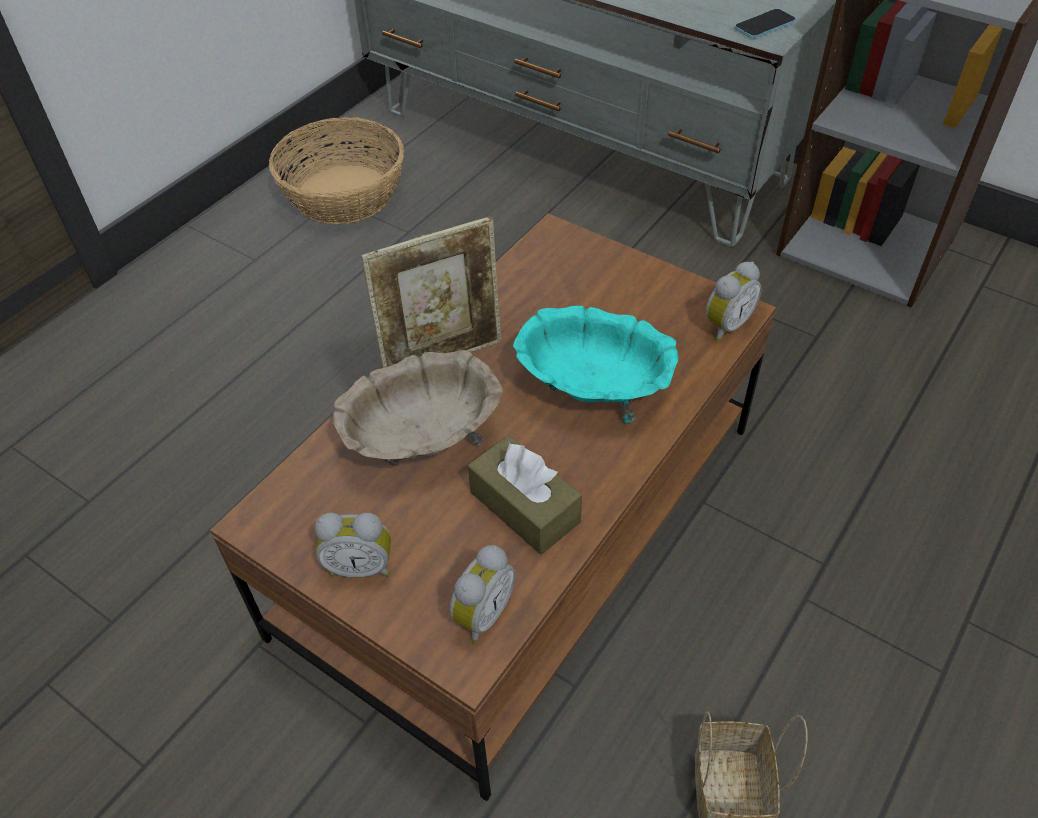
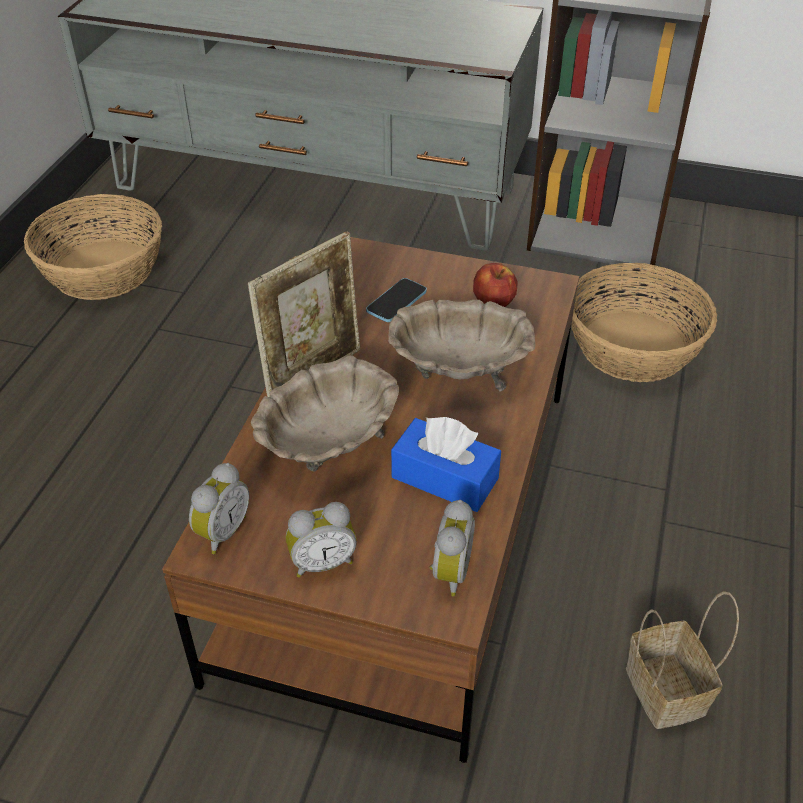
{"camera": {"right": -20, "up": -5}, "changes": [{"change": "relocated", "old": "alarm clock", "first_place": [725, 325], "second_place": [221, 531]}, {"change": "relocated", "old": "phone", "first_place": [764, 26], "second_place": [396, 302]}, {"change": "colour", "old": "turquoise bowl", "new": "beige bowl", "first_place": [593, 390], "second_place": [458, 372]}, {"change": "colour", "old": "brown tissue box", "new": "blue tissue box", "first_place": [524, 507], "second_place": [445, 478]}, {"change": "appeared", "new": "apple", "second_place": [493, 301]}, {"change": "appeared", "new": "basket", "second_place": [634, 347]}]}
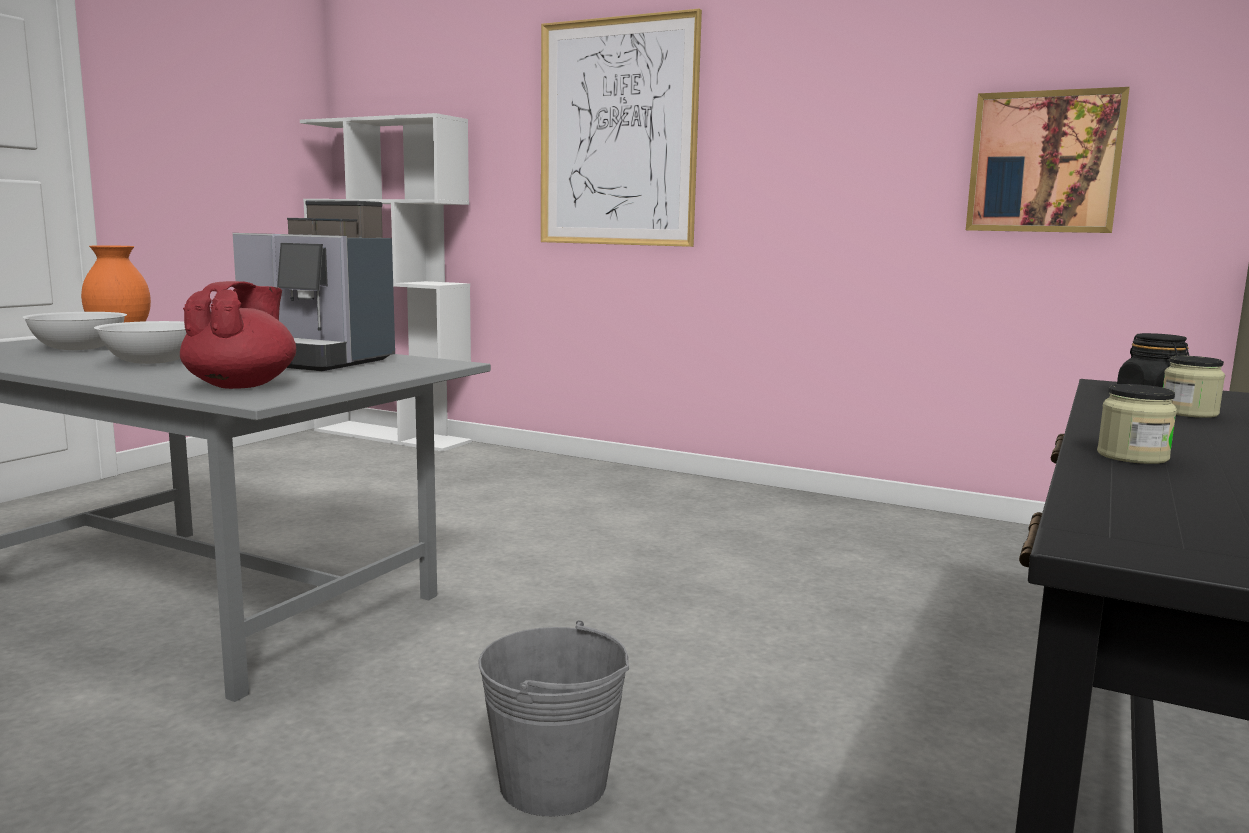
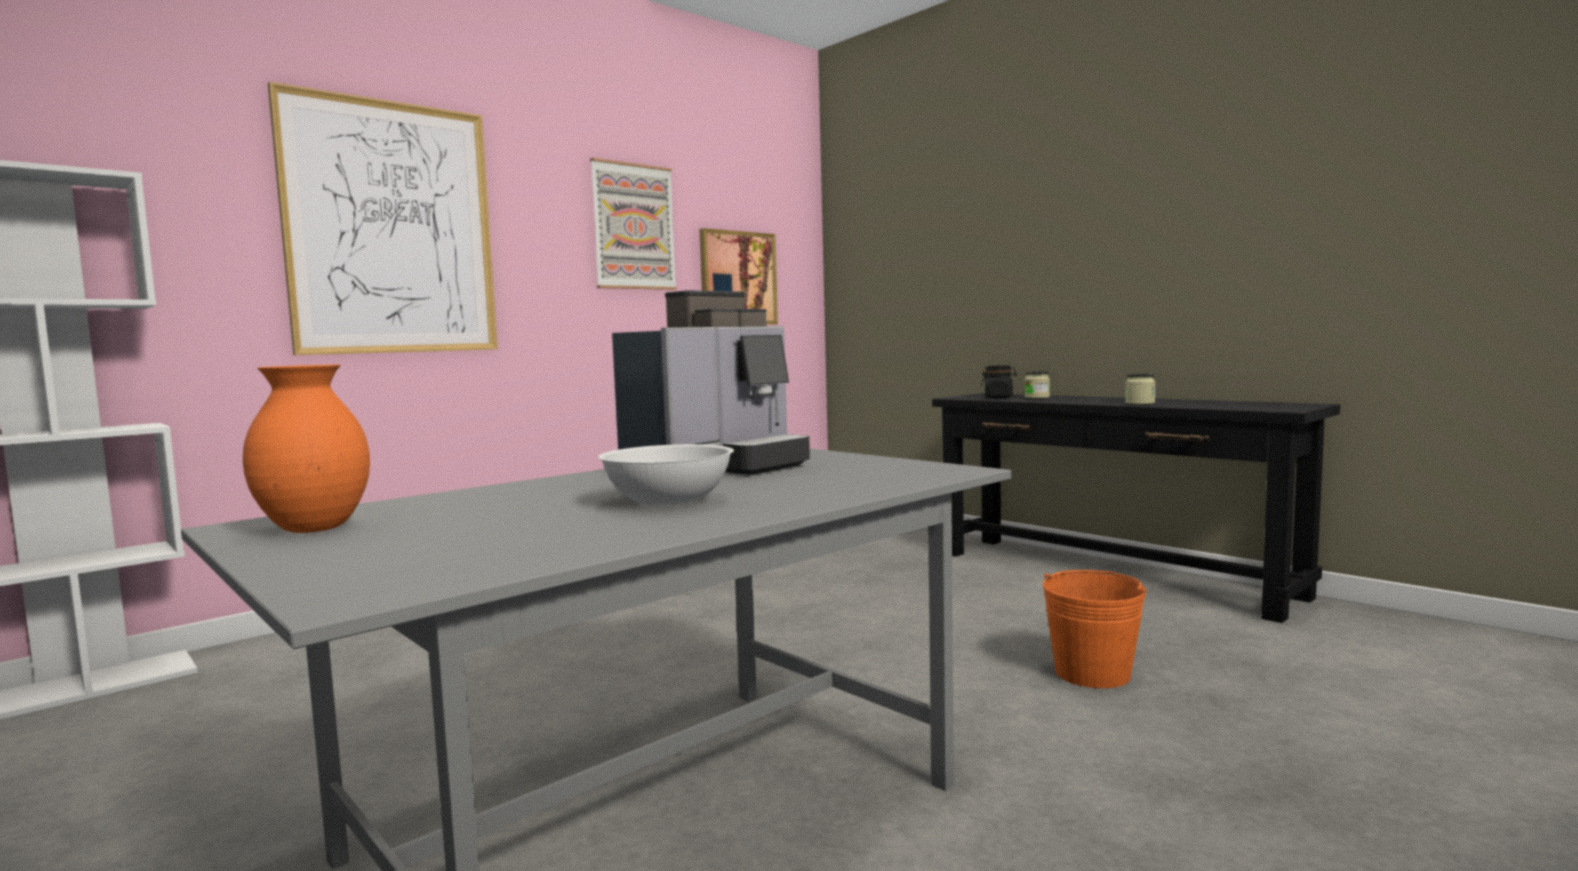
{"camera": {"right": -70, "up": -5}, "changes": [{"change": "appeared", "new": "picture", "second_place": [633, 227]}, {"change": "colour", "old": "grey bucket", "new": "orange bucket", "first_place": [553, 783], "second_place": [1092, 673]}, {"change": "missing", "old": "white bowl", "first_place": [78, 348]}, {"change": "missing", "old": "red teapot", "first_place": [242, 385]}]}
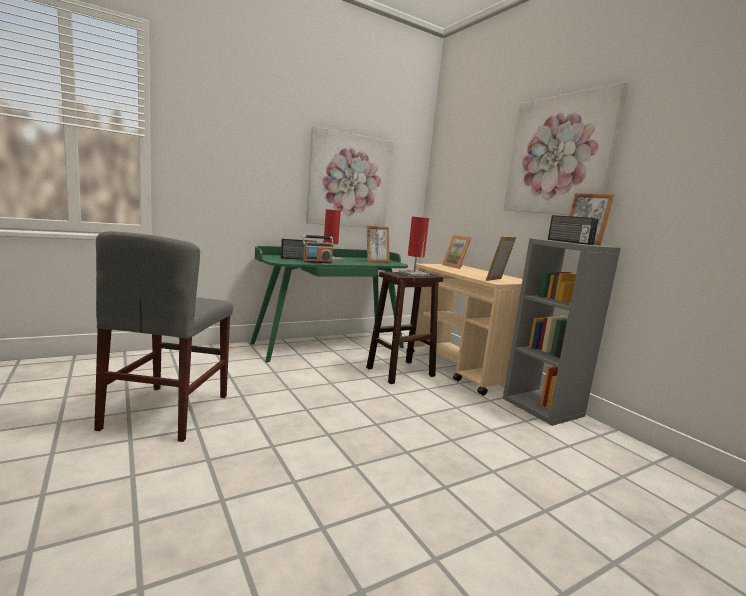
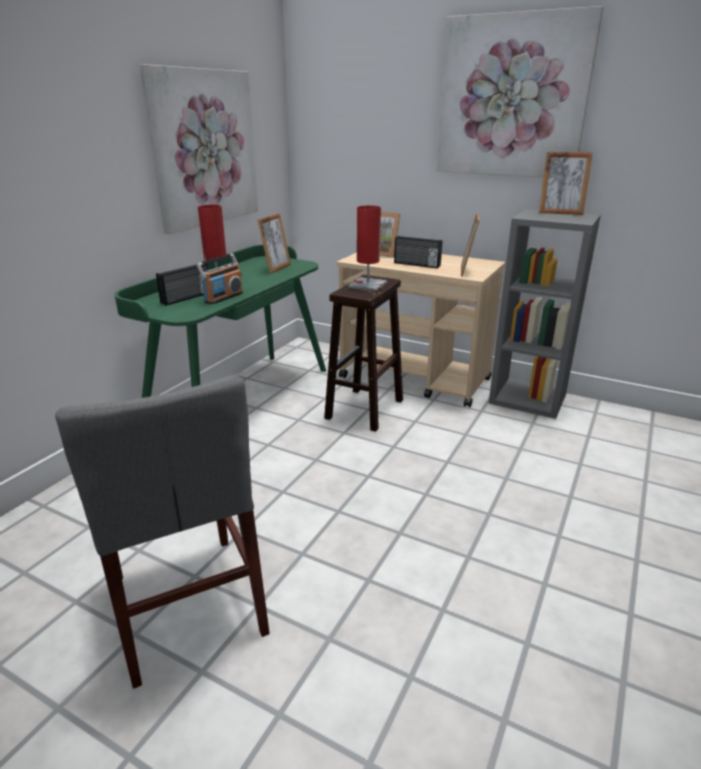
{"camera": {"right": -30, "up": 15}, "changes": [{"change": "relocated", "old": "radio", "first_place": [569, 242], "second_place": [416, 264]}]}
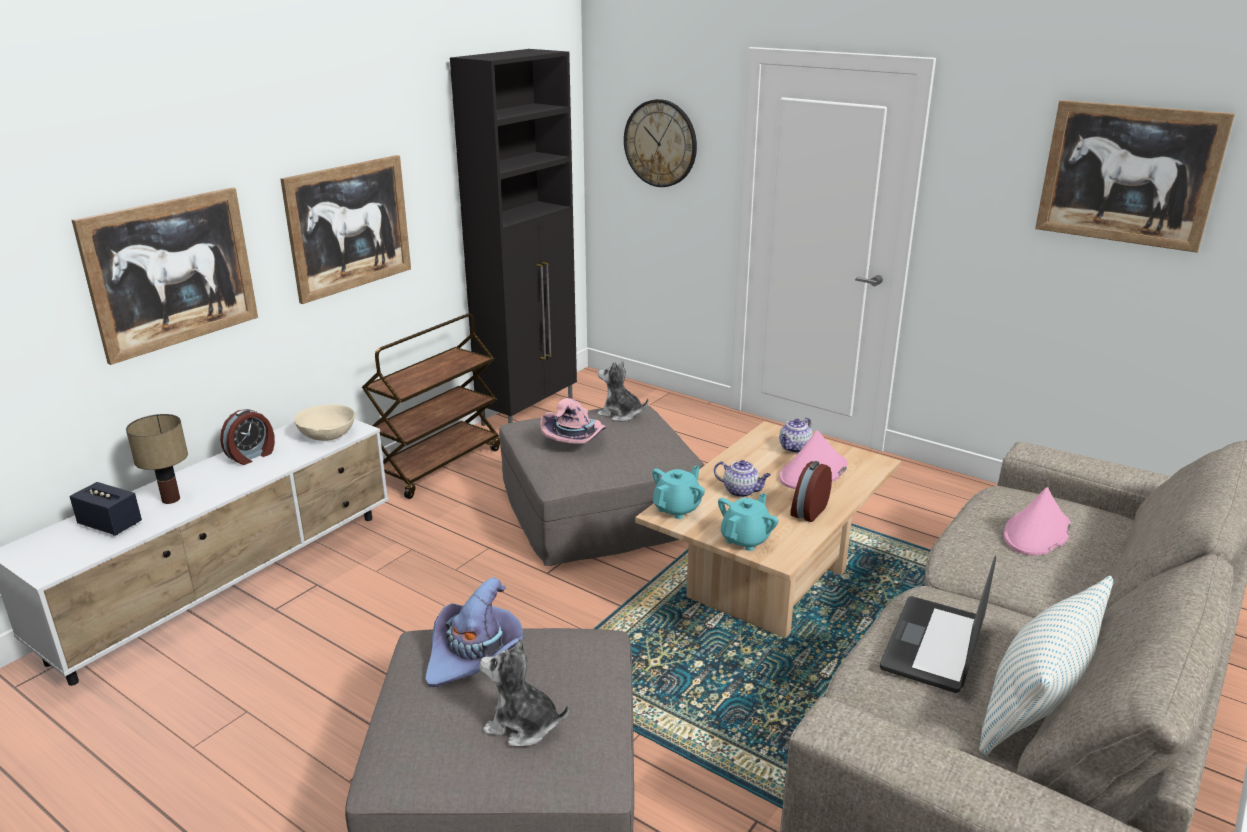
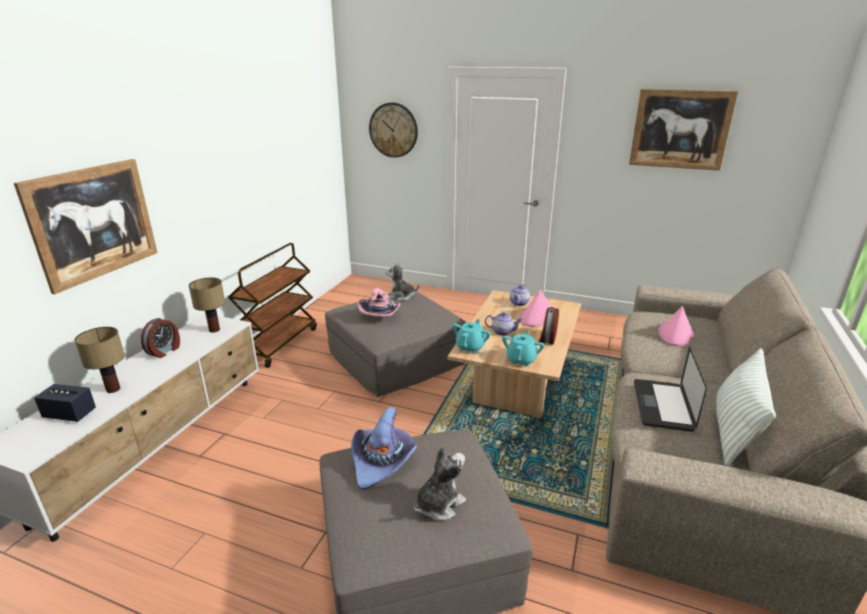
{"camera": {"right": -15, "up": 0}, "changes": [{"change": "exchanged", "old": "beige bowl", "new": "table lamp", "first_place": [327, 433], "second_place": [215, 329]}, {"change": "spun", "old": "plush toy", "first_place": [522, 725], "second_place": [439, 504], "degrees": 135}, {"change": "missing", "old": "picture", "first_place": [349, 227]}, {"change": "missing", "old": "black cabinet", "first_place": [529, 413]}]}
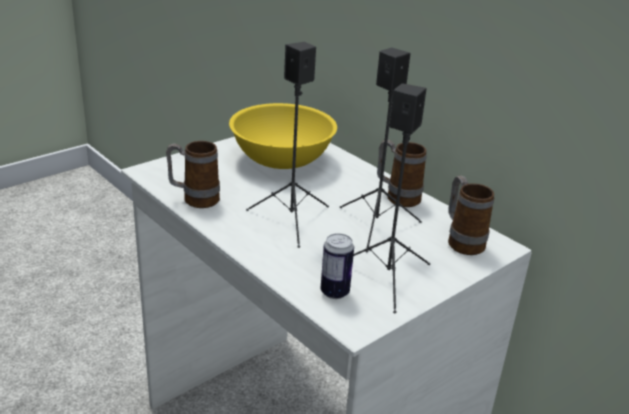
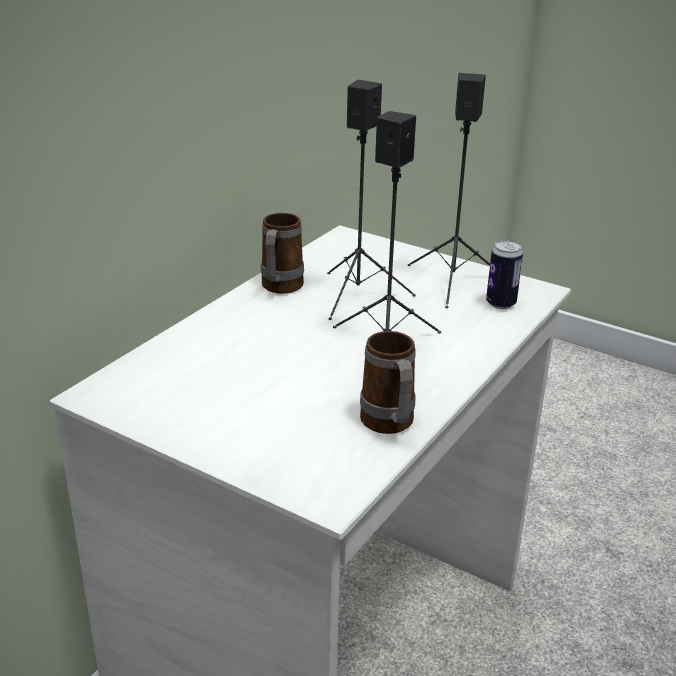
{"camera": {"right": -105, "up": 0}, "changes": [{"change": "missing", "old": "yellow bowl", "first_place": [282, 159]}, {"change": "missing", "old": "mug", "first_place": [462, 241]}]}
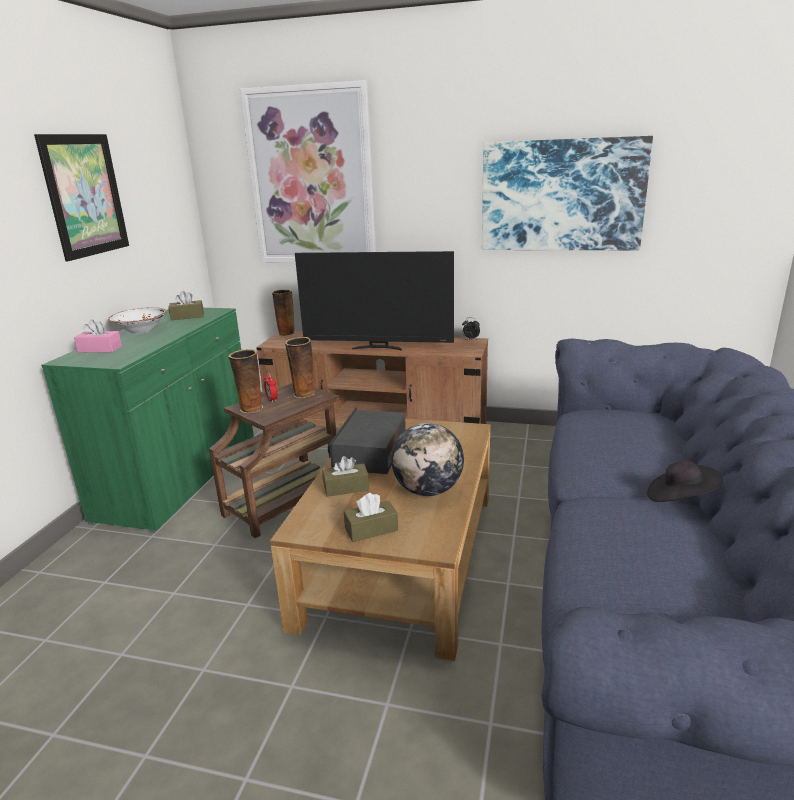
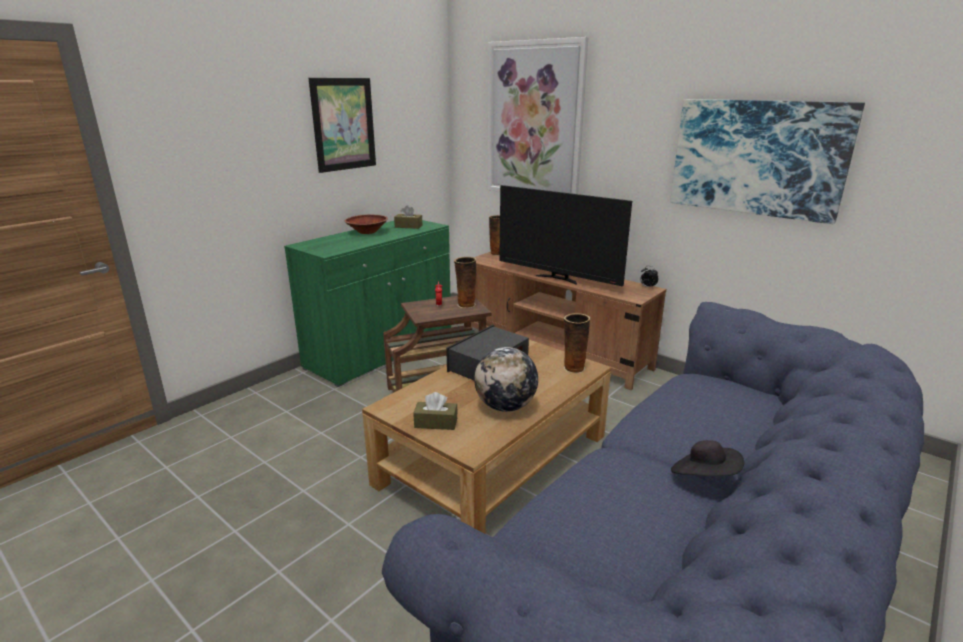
{"camera": {"right": 25, "up": 0}, "changes": [{"change": "colour", "old": "white bowl", "new": "brown bowl", "first_place": [141, 330], "second_place": [367, 232]}, {"change": "relocated", "old": "vase", "first_place": [250, 409], "second_place": [573, 368]}, {"change": "missing", "old": "pink tissue box", "first_place": [100, 349]}, {"change": "missing", "old": "brown tissue box", "first_place": [346, 487]}]}
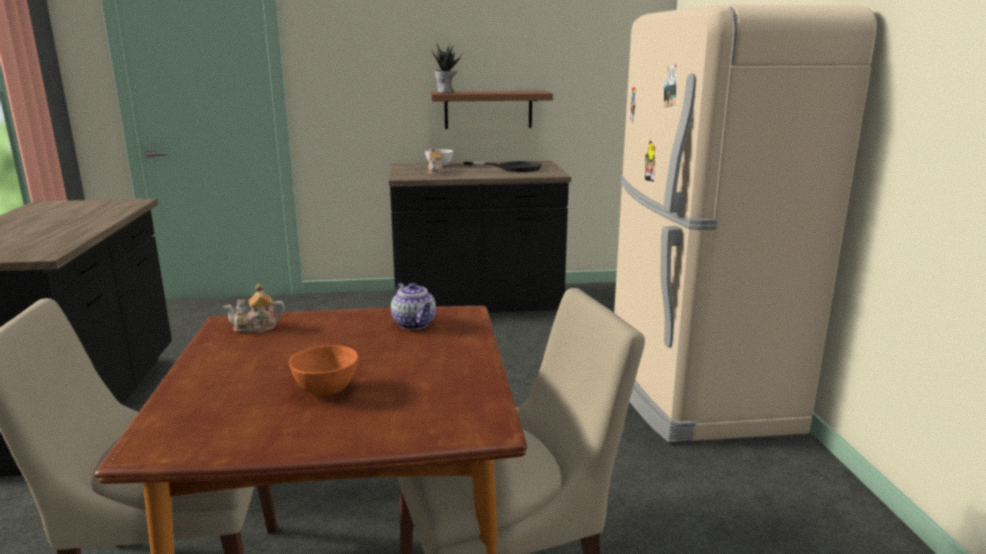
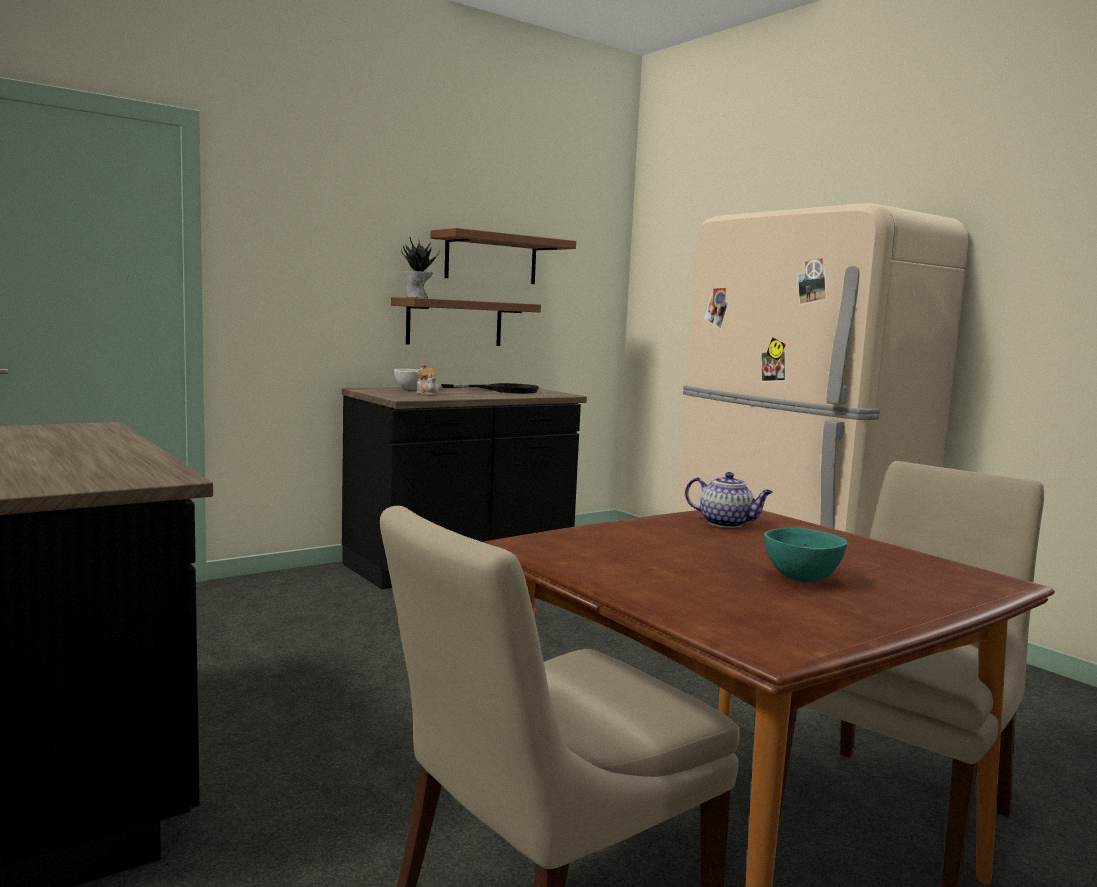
{"camera": {"right": -30, "up": -10}, "changes": [{"change": "appeared", "new": "brown shelf", "second_place": [491, 259]}, {"change": "colour", "old": "orange bowl", "new": "turquoise bowl", "first_place": [325, 390], "second_place": [800, 579]}, {"change": "missing", "old": "teapot", "first_place": [256, 328]}]}
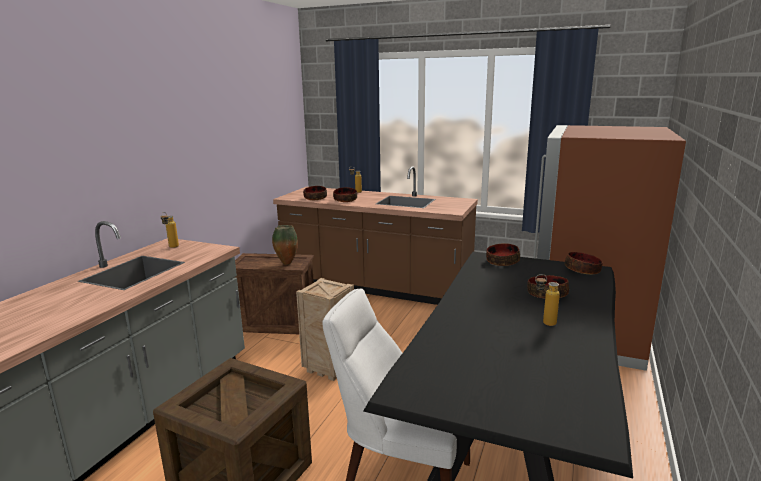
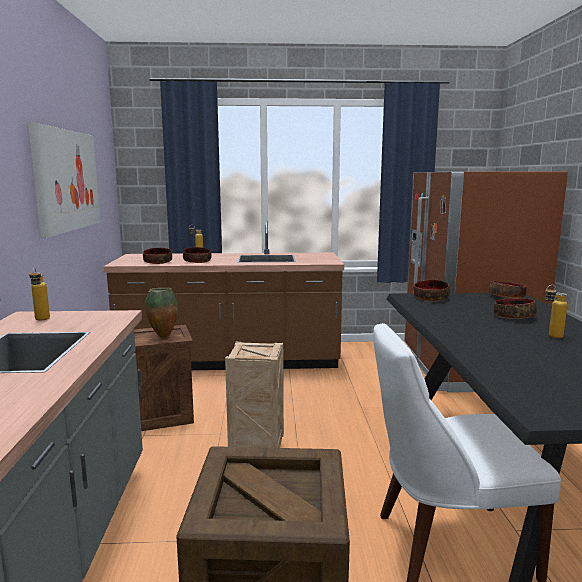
{"camera": {"right": -25, "up": -5}, "changes": [{"change": "appeared", "new": "picture", "second_place": [66, 180]}]}
